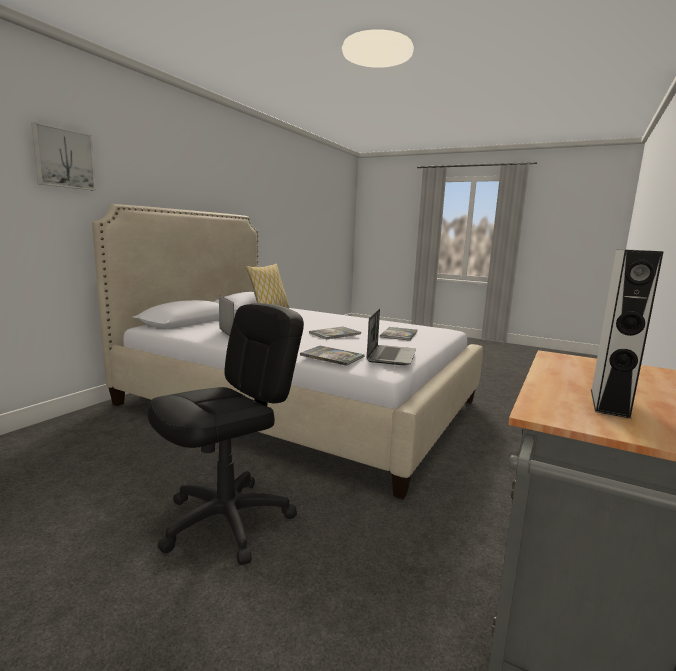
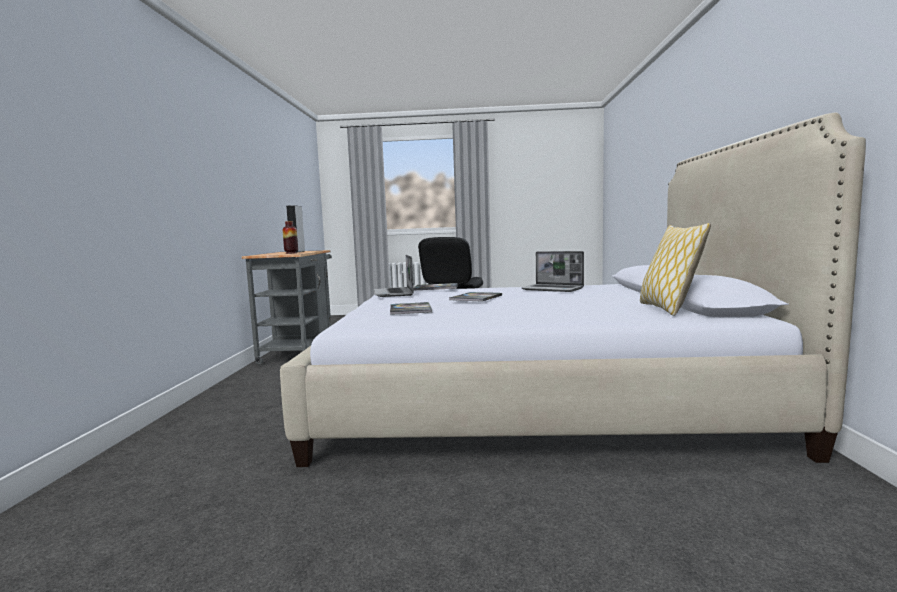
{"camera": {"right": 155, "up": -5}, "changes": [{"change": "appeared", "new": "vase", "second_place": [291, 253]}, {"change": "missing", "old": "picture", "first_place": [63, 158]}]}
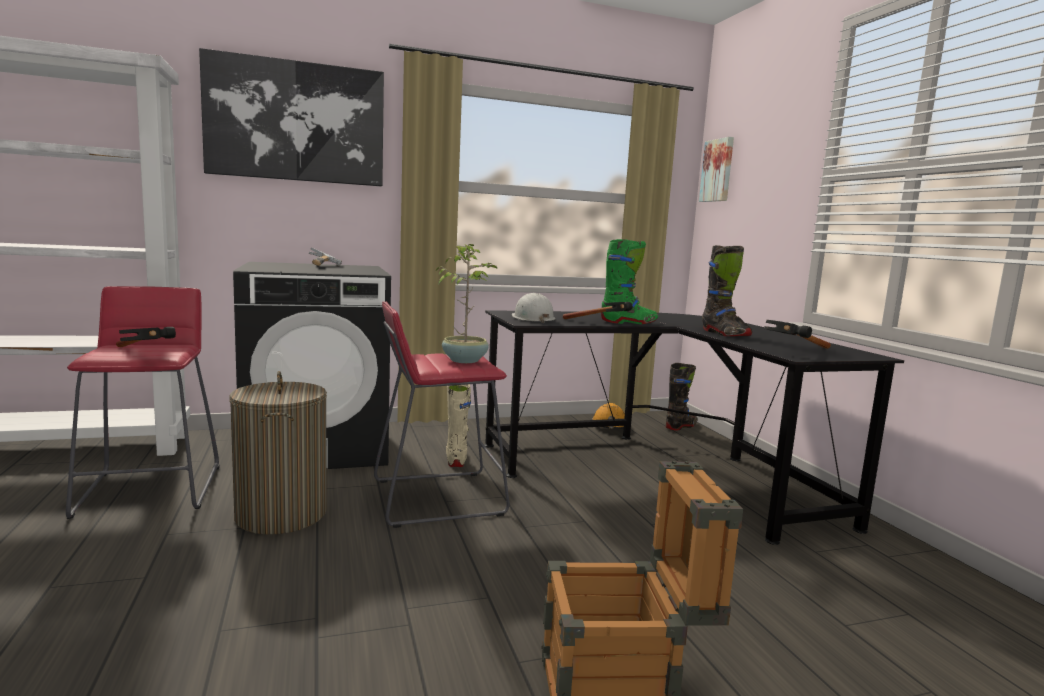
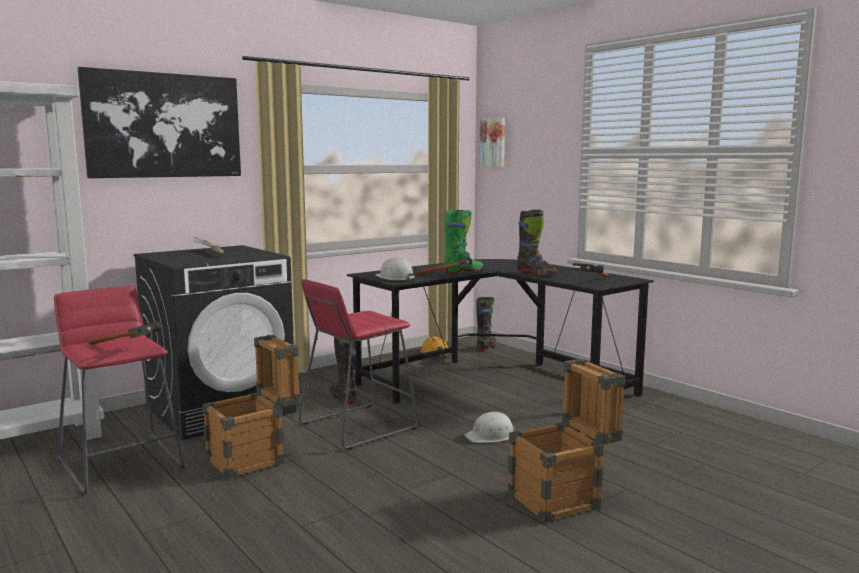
{"camera": {"right": -20, "up": 0}, "changes": [{"change": "exchanged", "old": "laundry basket", "new": "crate", "first_place": [281, 514], "second_place": [255, 458]}, {"change": "colour", "old": "beige boot", "new": "black boot", "first_place": [456, 459], "second_place": [343, 398]}, {"change": "appeared", "new": "white hard hat", "second_place": [491, 436]}, {"change": "missing", "old": "potted plant", "first_place": [465, 360]}]}
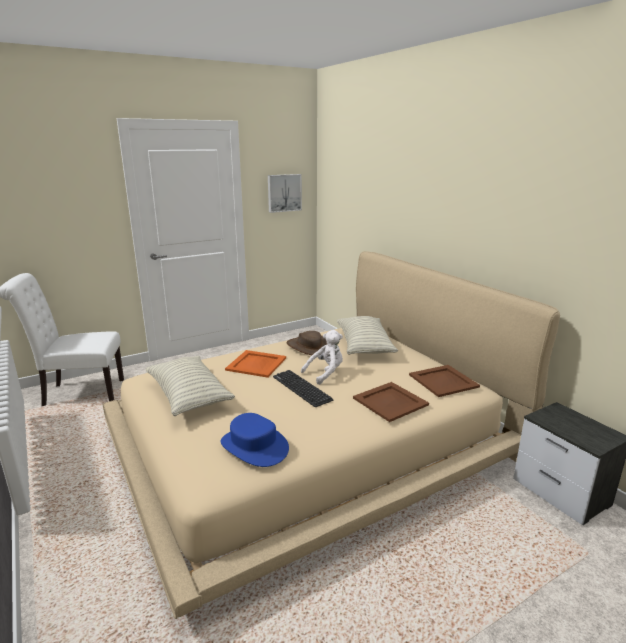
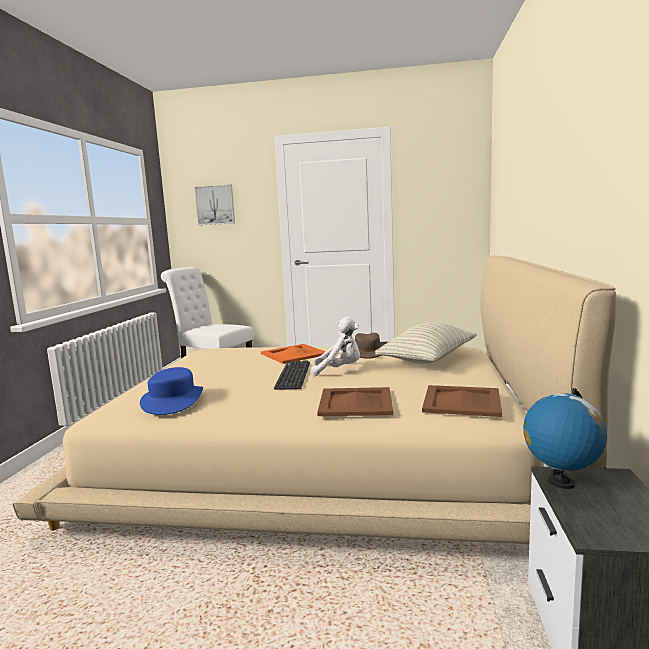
{"camera": {"right": 40, "up": -10}, "changes": [{"change": "relocated", "old": "picture", "first_place": [284, 193], "second_place": [215, 205]}, {"change": "appeared", "new": "globe", "second_place": [561, 482]}, {"change": "missing", "old": "pillow", "first_place": [189, 396]}]}
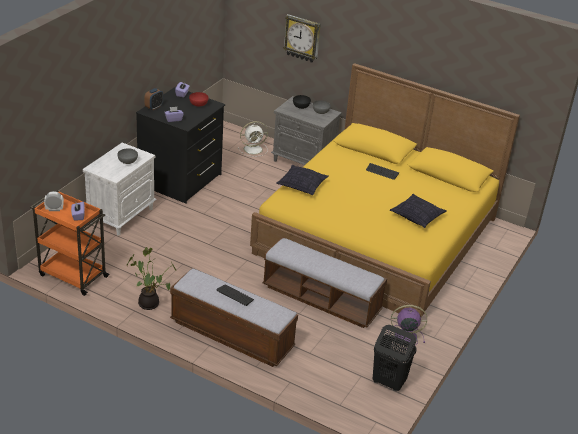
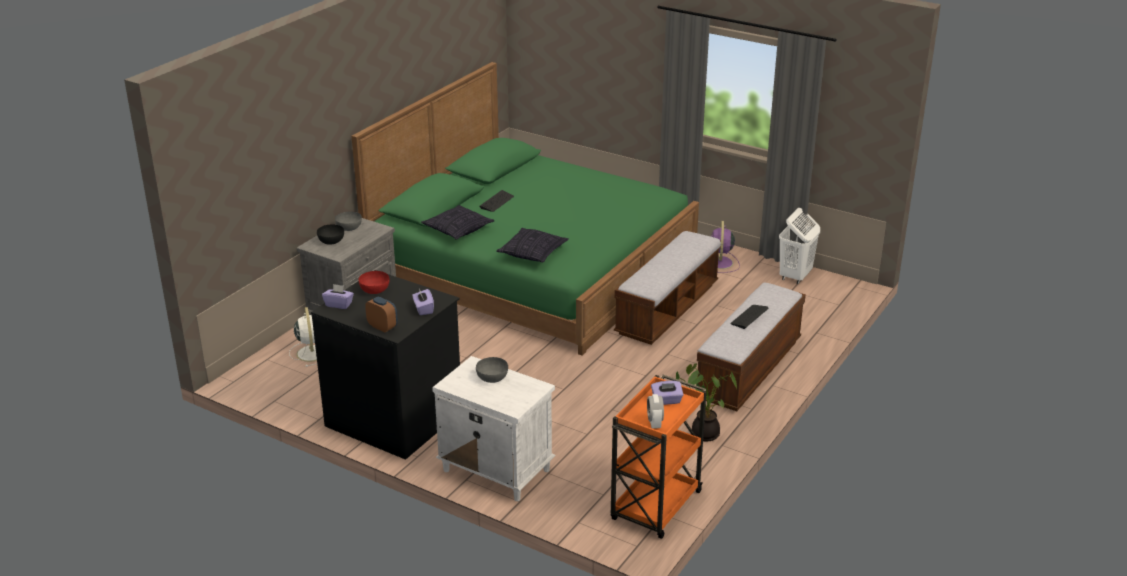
{"camera": {"right": -85, "up": -5}, "changes": [{"change": "colour", "old": "yellow bed", "new": "green bed", "first_place": [377, 235], "second_place": [533, 268]}, {"change": "relocated", "old": "pillow", "first_place": [417, 216], "second_place": [458, 230]}, {"change": "colour", "old": "black laundry basket", "new": "white laundry basket", "first_place": [388, 382], "second_place": [795, 276]}, {"change": "missing", "old": "wall clock", "first_place": [302, 38]}]}
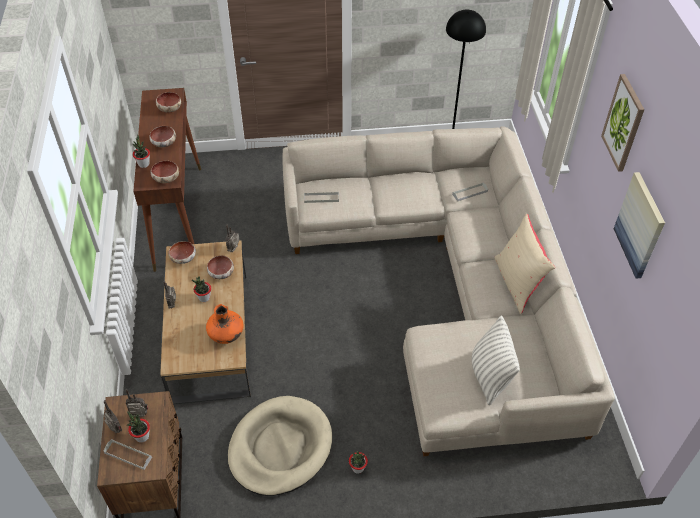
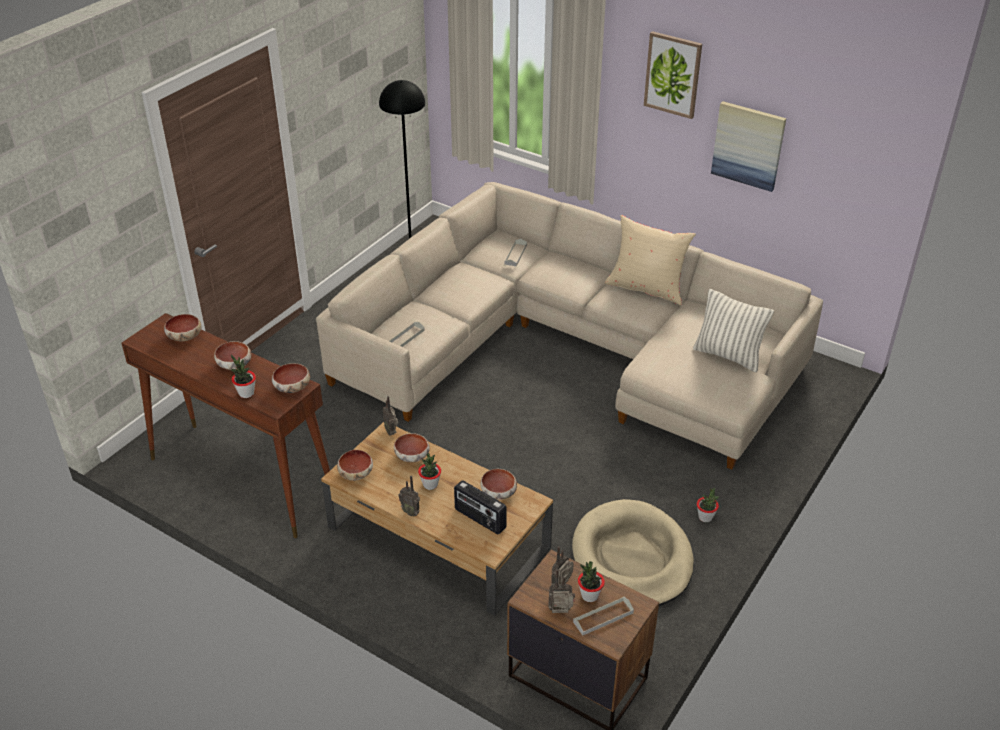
{"camera": {"right": -50, "up": -10}, "changes": [{"change": "appeared", "new": "radio", "second_place": [479, 519]}, {"change": "exchanged", "old": "orange vase", "new": "bowl", "first_place": [226, 335], "second_place": [499, 493]}]}
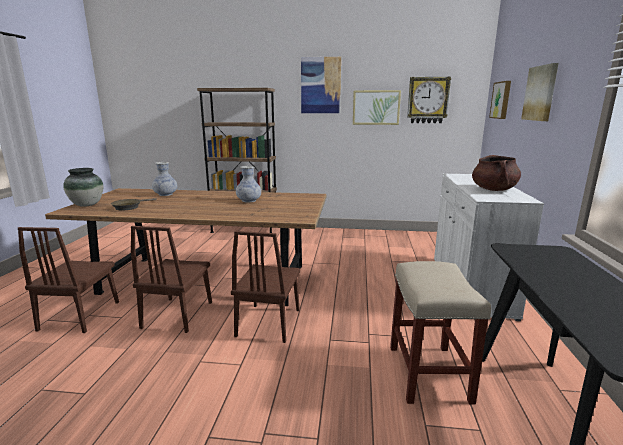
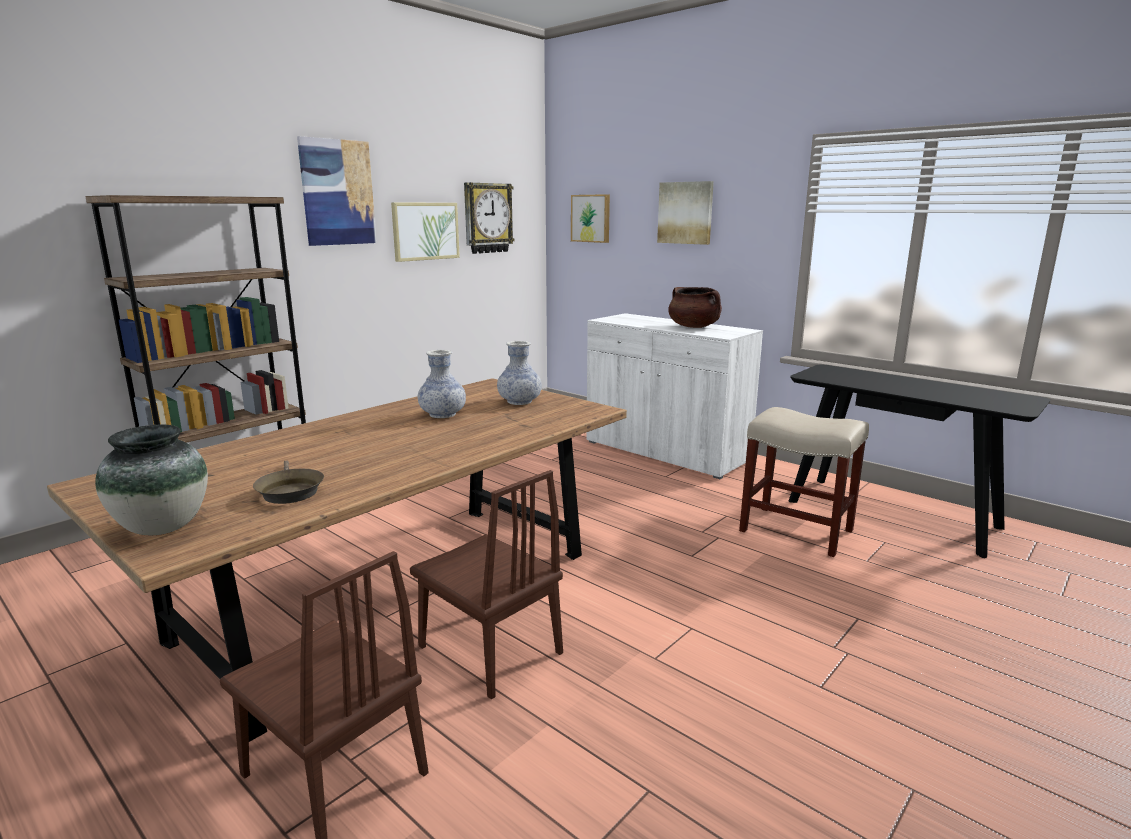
{"camera": {"right": -55, "up": 0}, "changes": [{"change": "relocated", "old": "vase", "first_place": [165, 194], "second_place": [519, 402]}, {"change": "missing", "old": "brown chair", "first_place": [268, 322]}]}
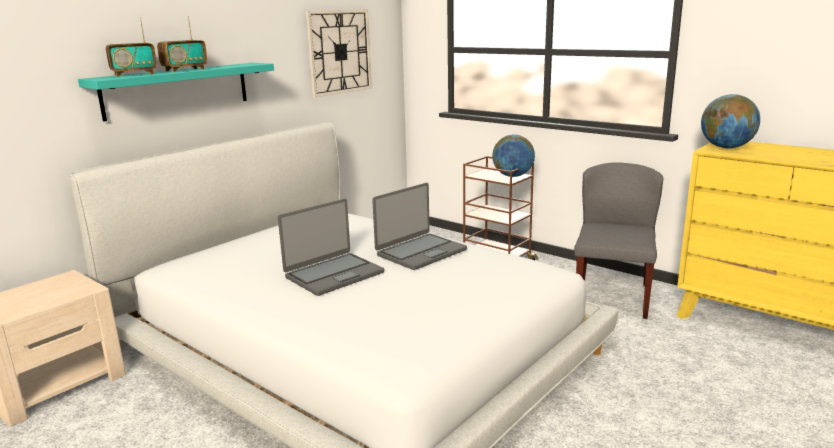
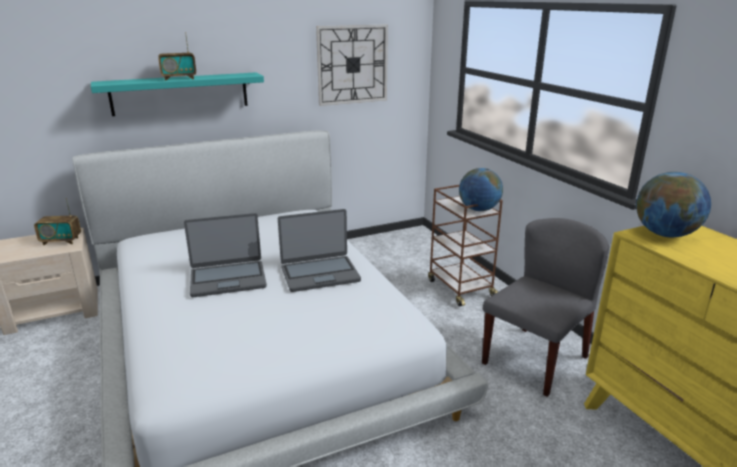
{"camera": {"right": 25, "up": 5}, "changes": [{"change": "relocated", "old": "radio", "first_place": [134, 74], "second_place": [61, 241]}]}
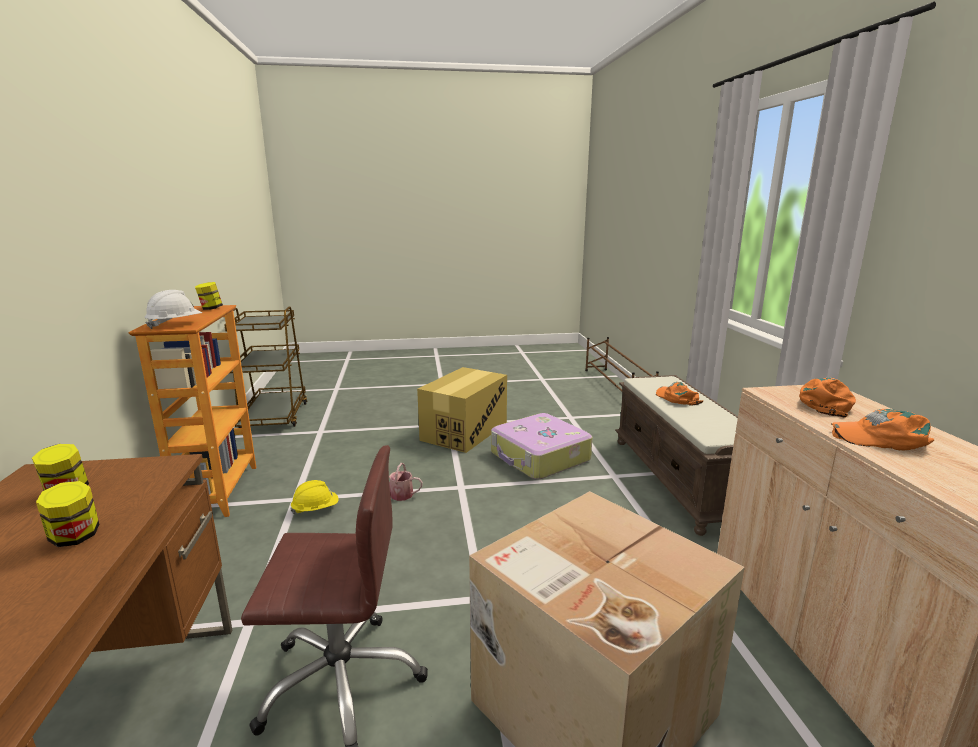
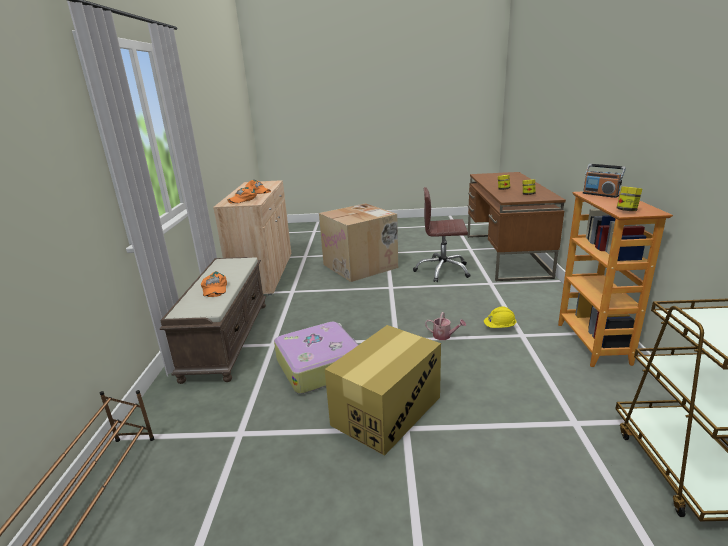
{"camera": {"right": -170, "up": 5}, "changes": [{"change": "exchanged", "old": "white hard hat", "new": "radio", "first_place": [175, 324], "second_place": [600, 194]}]}
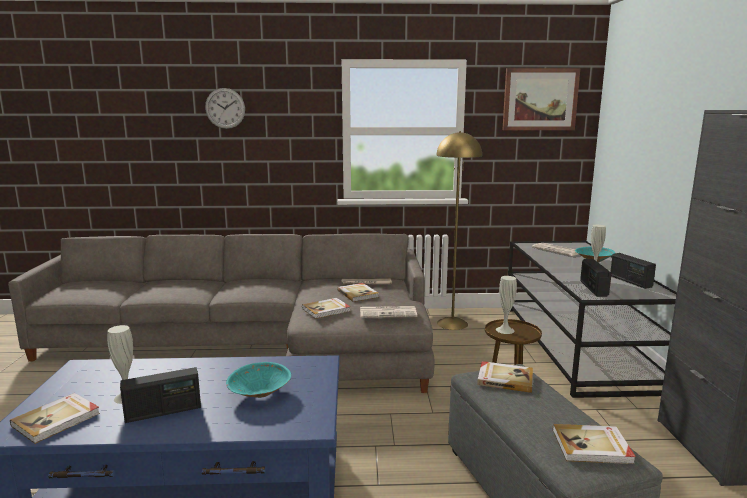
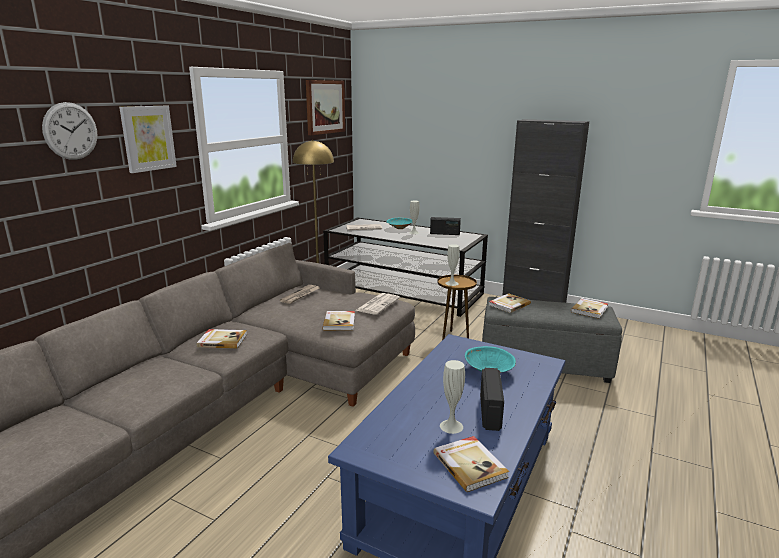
{"camera": {"right": -60, "up": 5}, "changes": [{"change": "appeared", "new": "picture", "second_place": [148, 138]}, {"change": "relocated", "old": "book", "first_place": [358, 294], "second_place": [222, 340]}, {"change": "missing", "old": "radio", "first_place": [593, 289]}]}
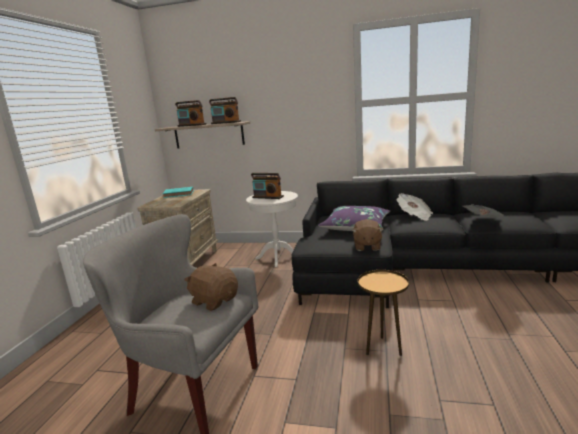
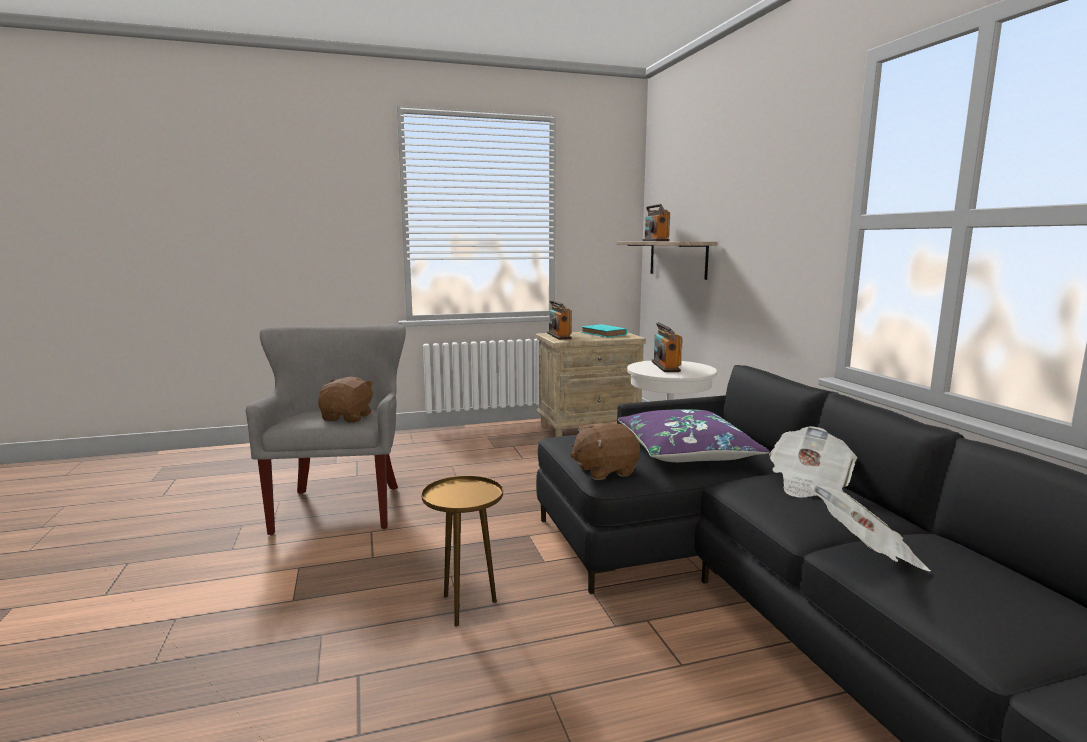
{"camera": {"right": 60, "up": -5}, "changes": [{"change": "relocated", "old": "radio", "first_place": [226, 123], "second_place": [558, 336]}]}
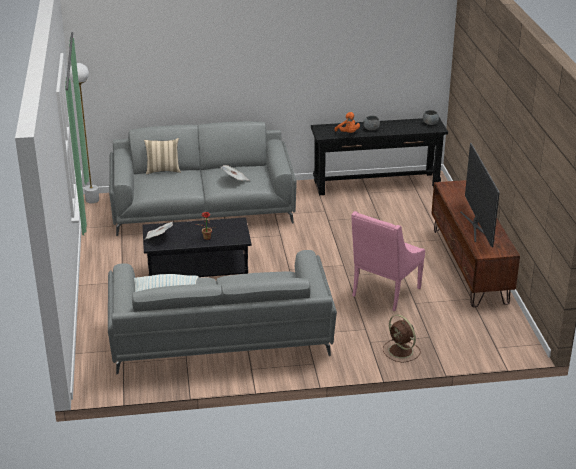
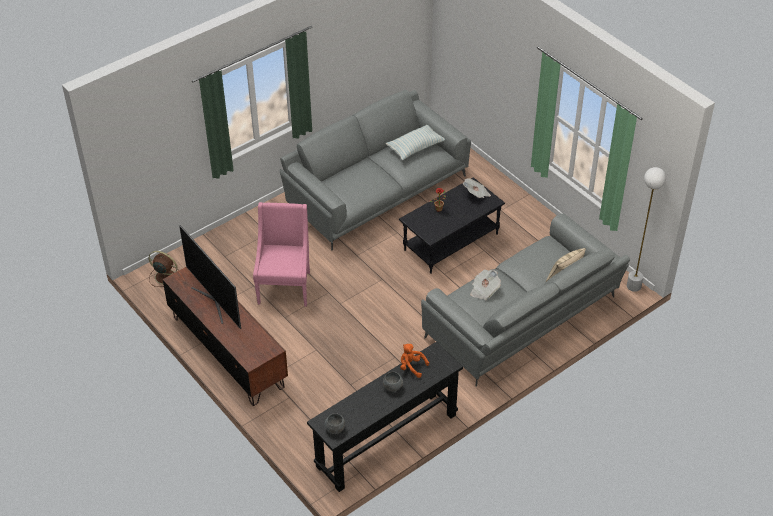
{"camera": {"right": 150, "up": 15}, "changes": [{"change": "relocated", "old": "brown fan", "first_place": [401, 351], "second_place": [164, 276]}]}
